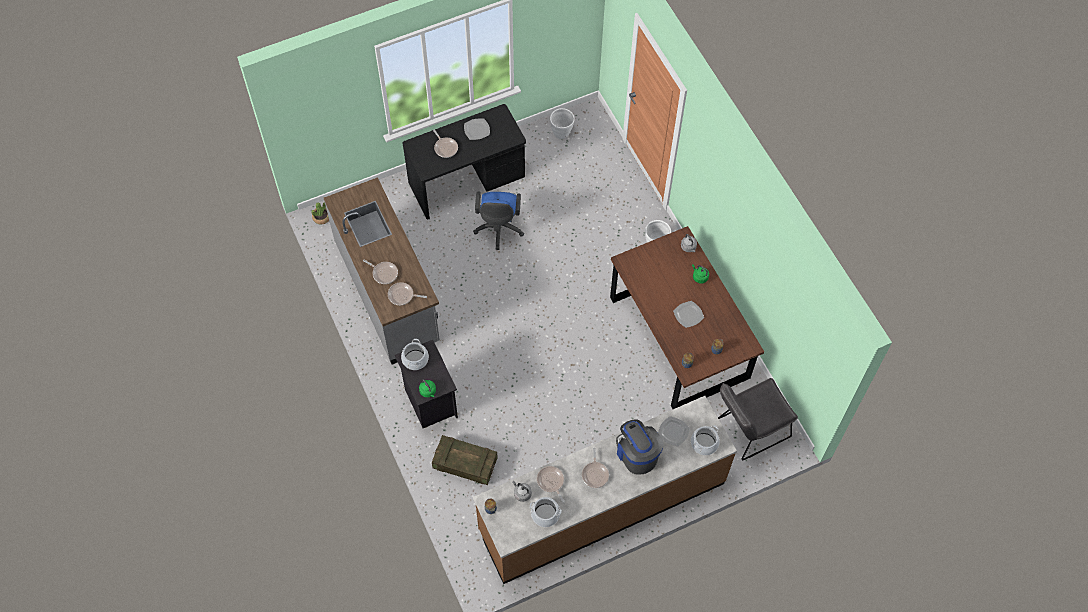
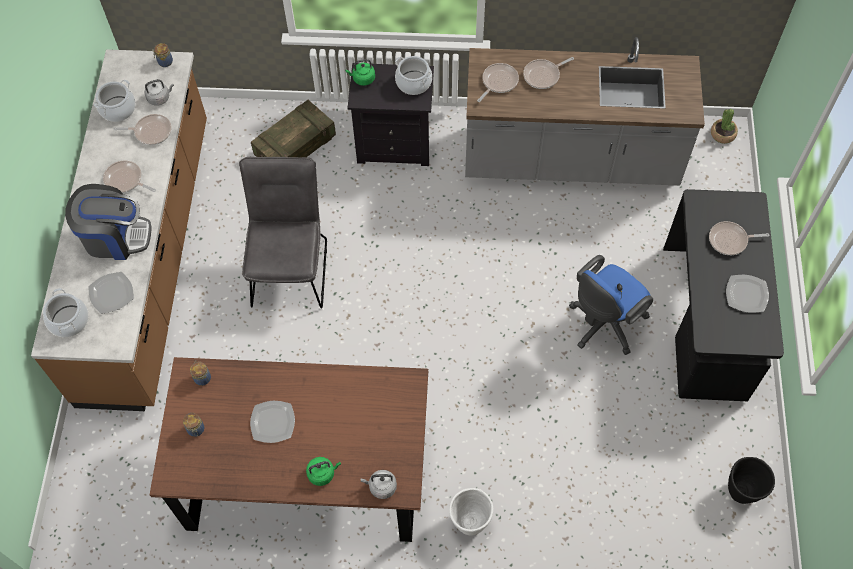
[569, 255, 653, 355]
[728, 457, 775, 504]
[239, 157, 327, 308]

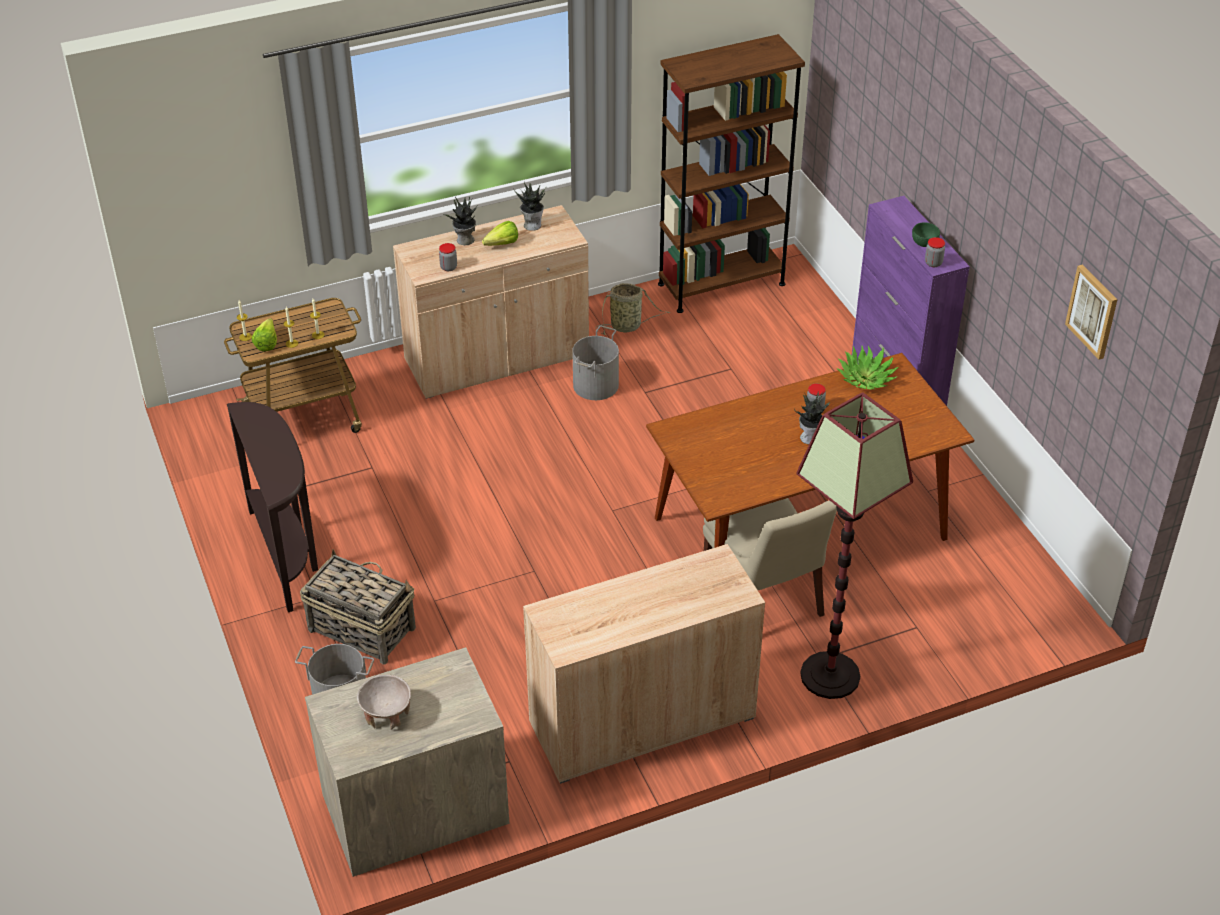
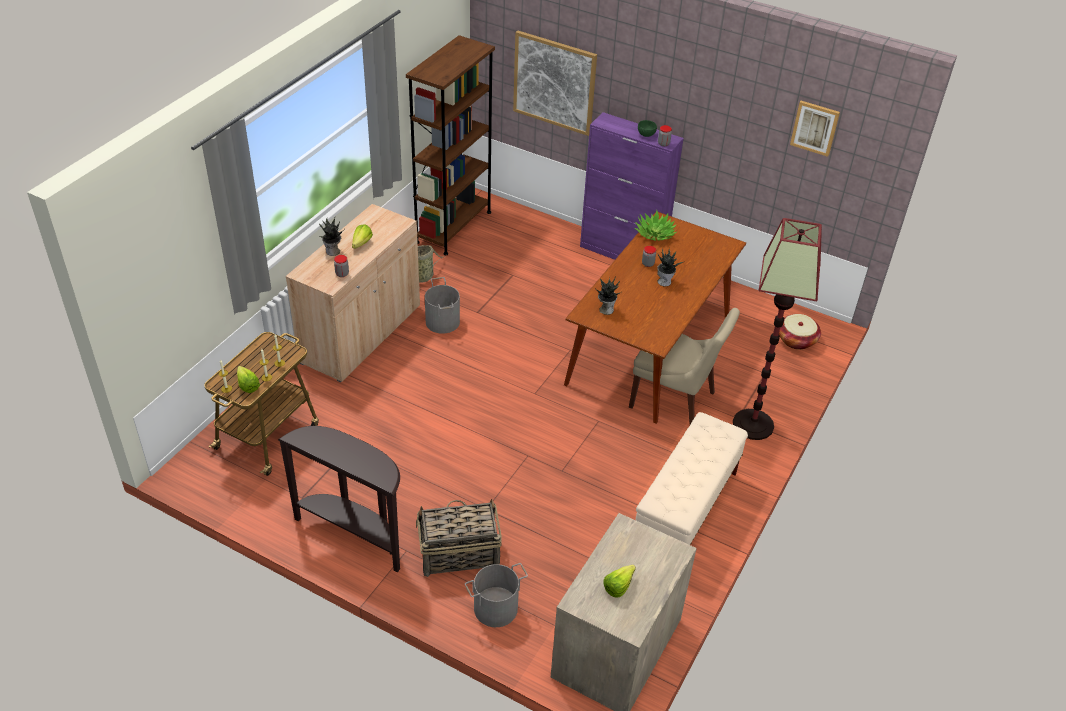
[603, 565, 636, 598]
[596, 276, 622, 315]
[636, 412, 748, 545]
[513, 30, 597, 136]
[779, 314, 821, 350]

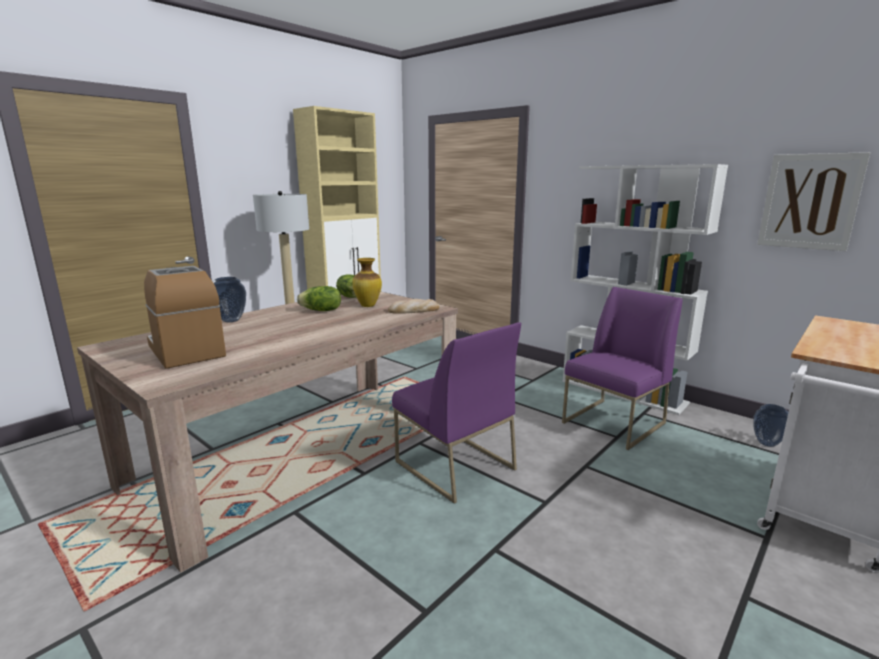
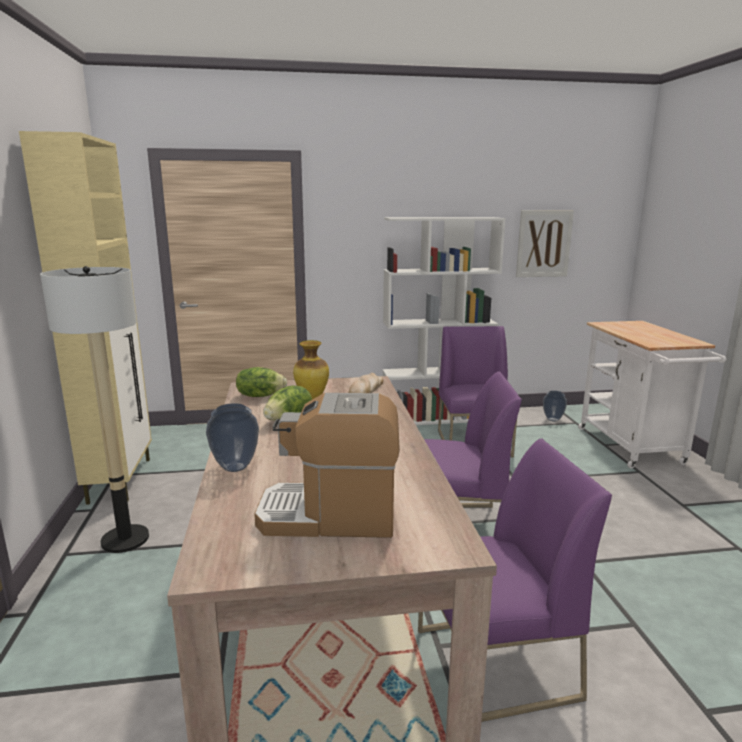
[418, 439, 612, 722]

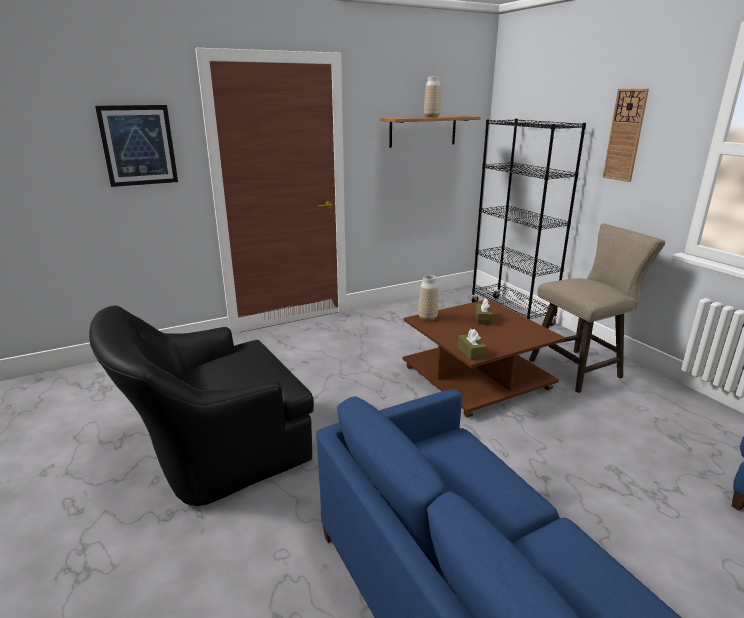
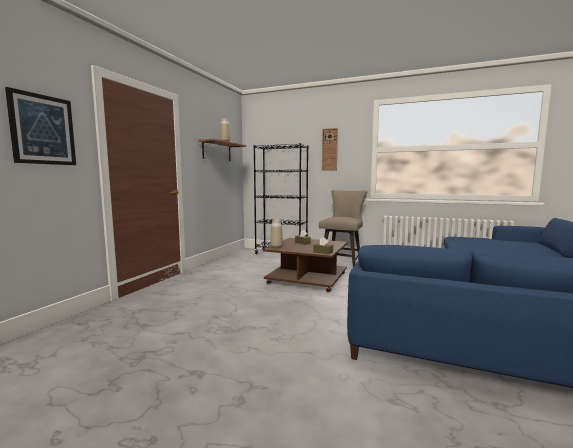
[89, 305, 314, 506] (first image)

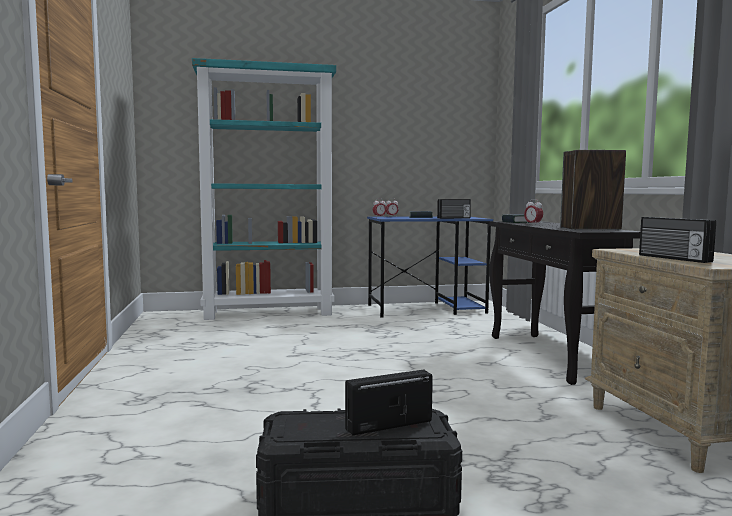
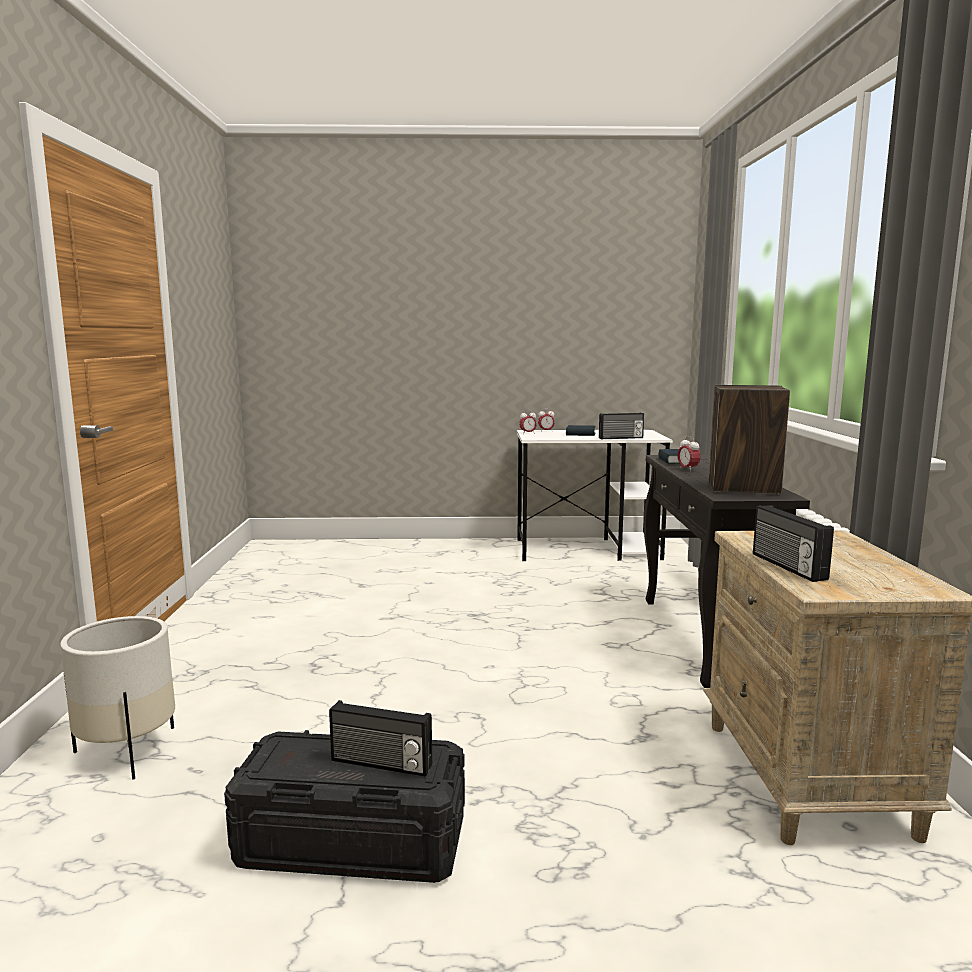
[192, 58, 336, 320] (first image)
[329, 700, 432, 777]
[516, 430, 673, 561]
[60, 616, 175, 780]

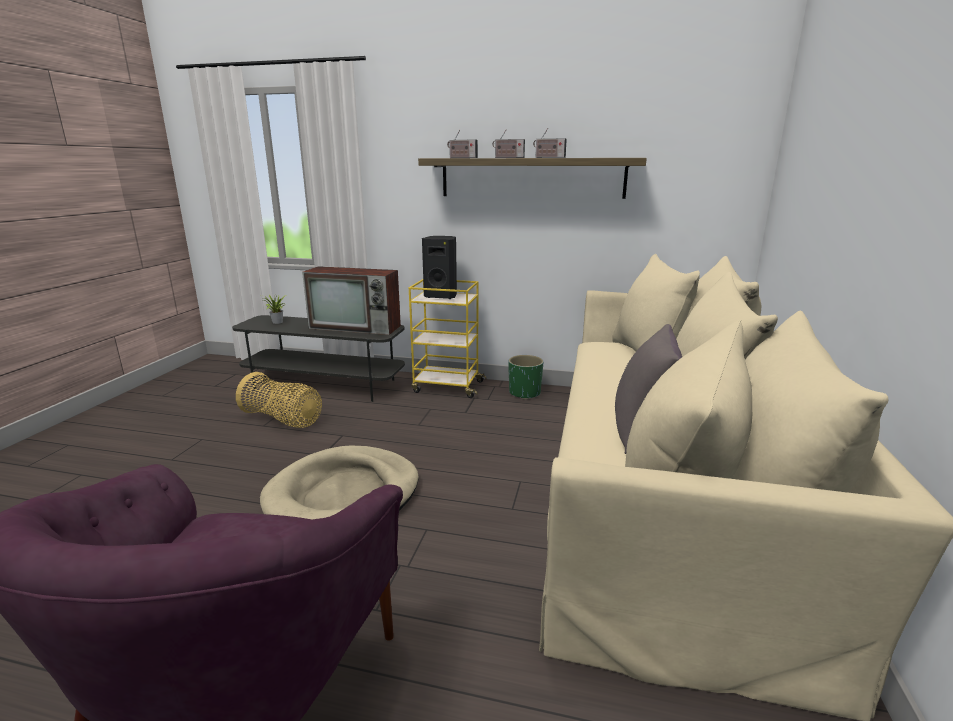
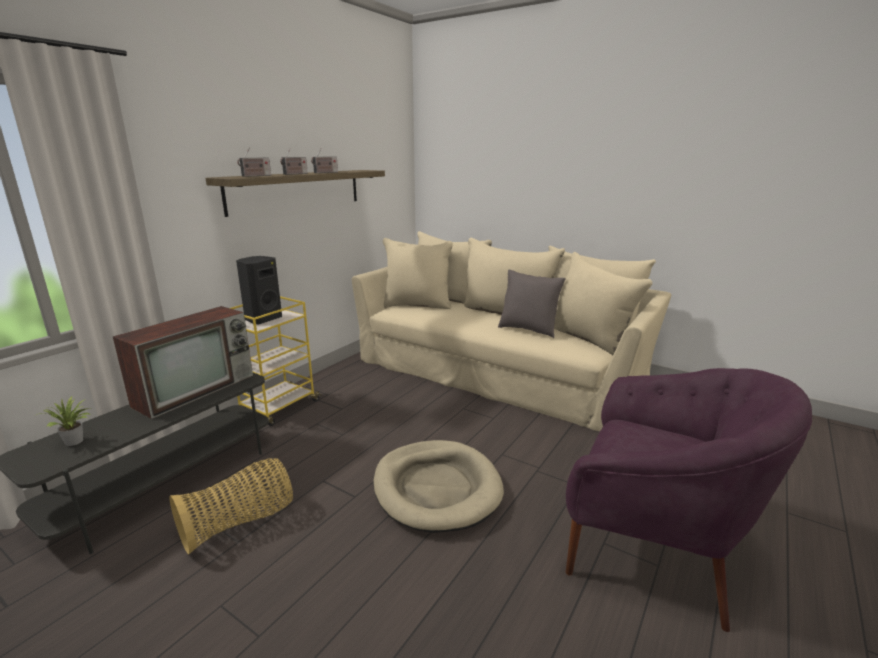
[509, 355, 543, 400] (first image)

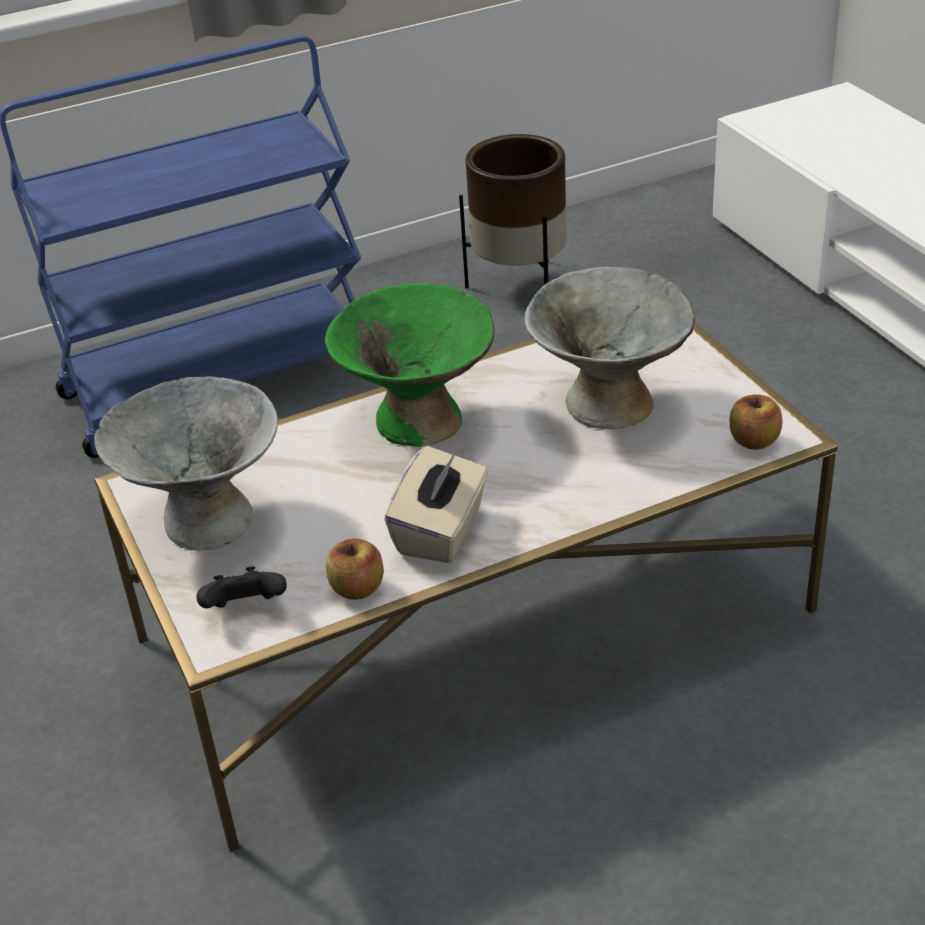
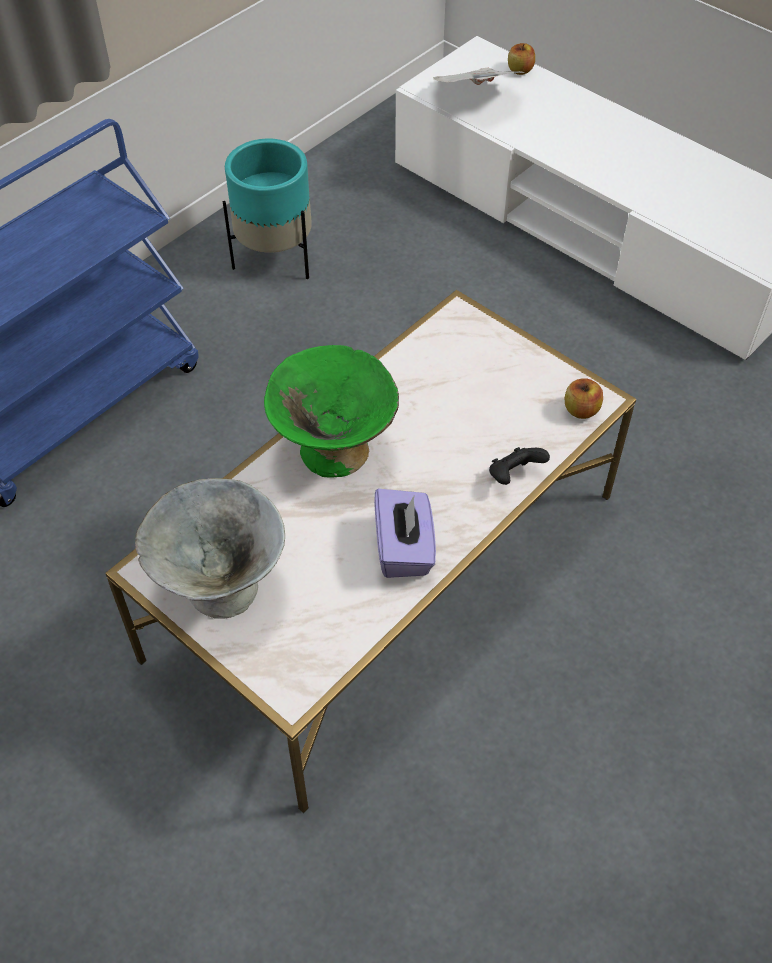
[489, 447, 550, 485]
[508, 43, 535, 75]
[374, 489, 436, 578]
[223, 139, 312, 279]
[524, 267, 695, 429] (first image)
[433, 68, 525, 85]

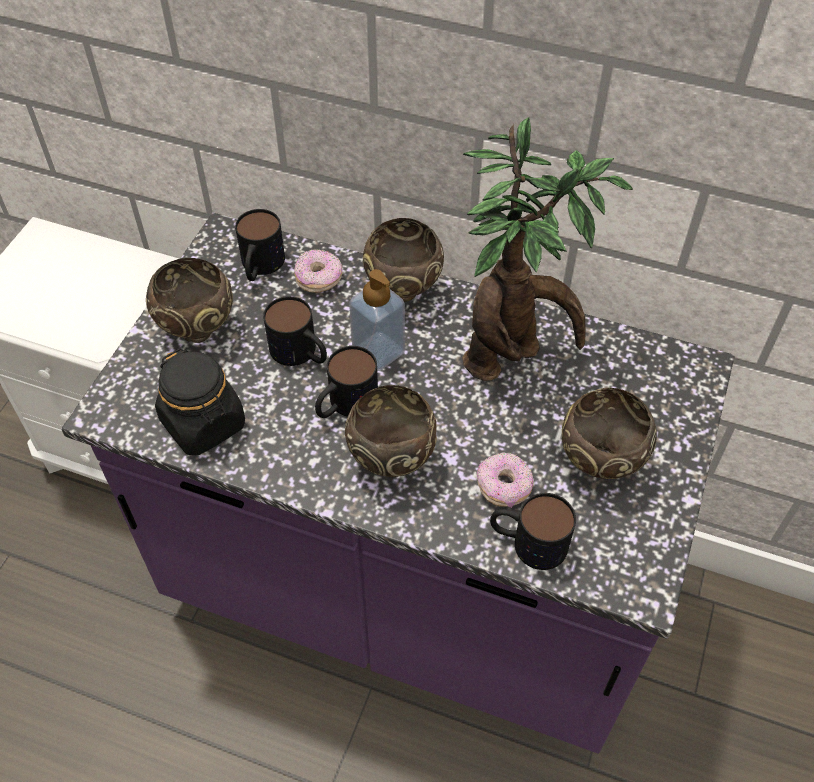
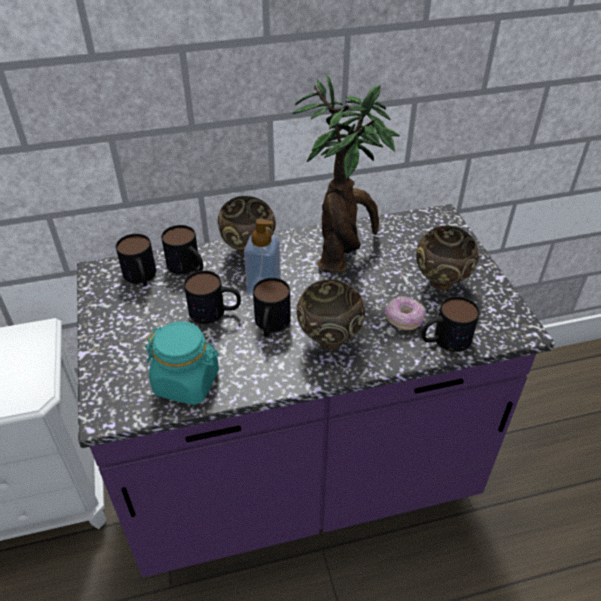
[146, 258, 233, 343] (first image)
[145, 321, 219, 405]
[161, 225, 203, 274]

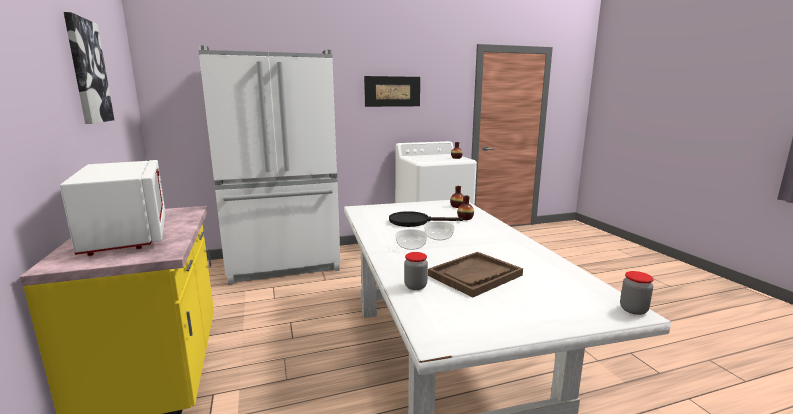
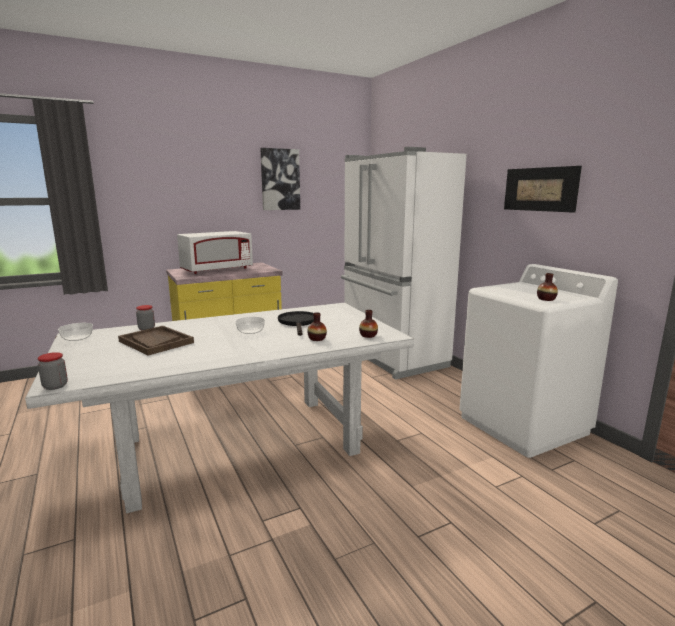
[58, 323, 93, 341]

